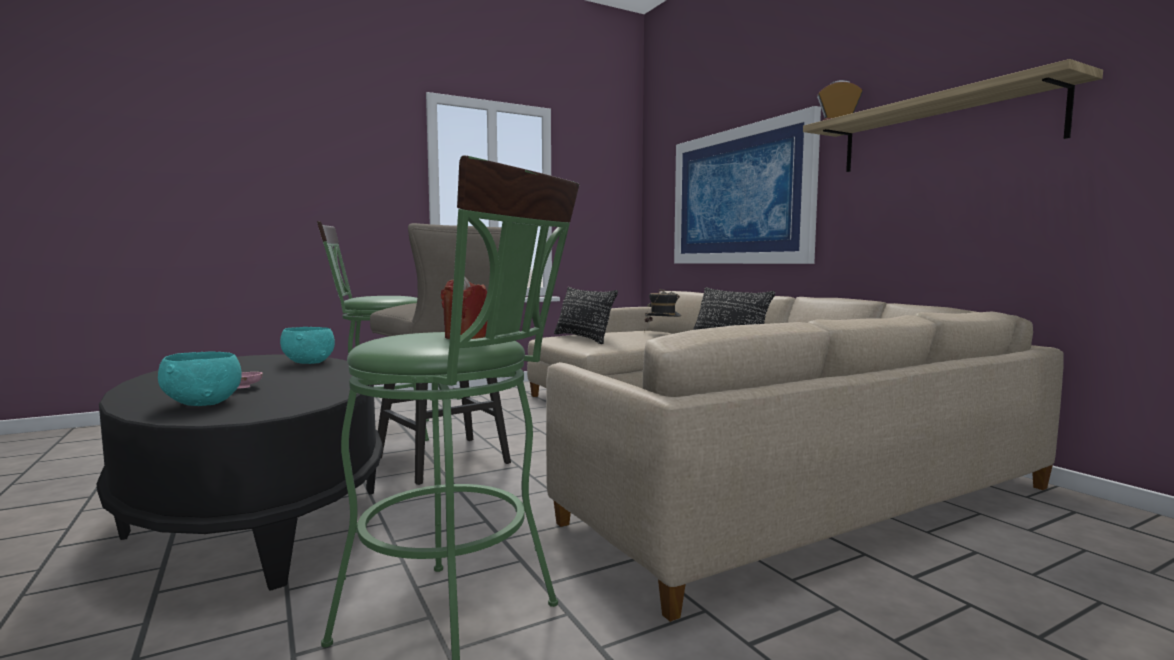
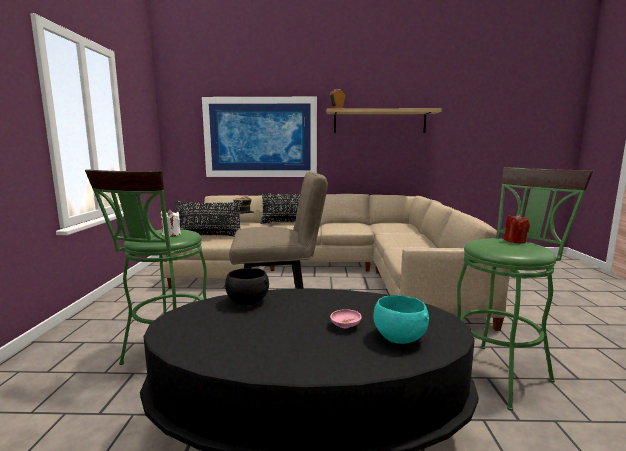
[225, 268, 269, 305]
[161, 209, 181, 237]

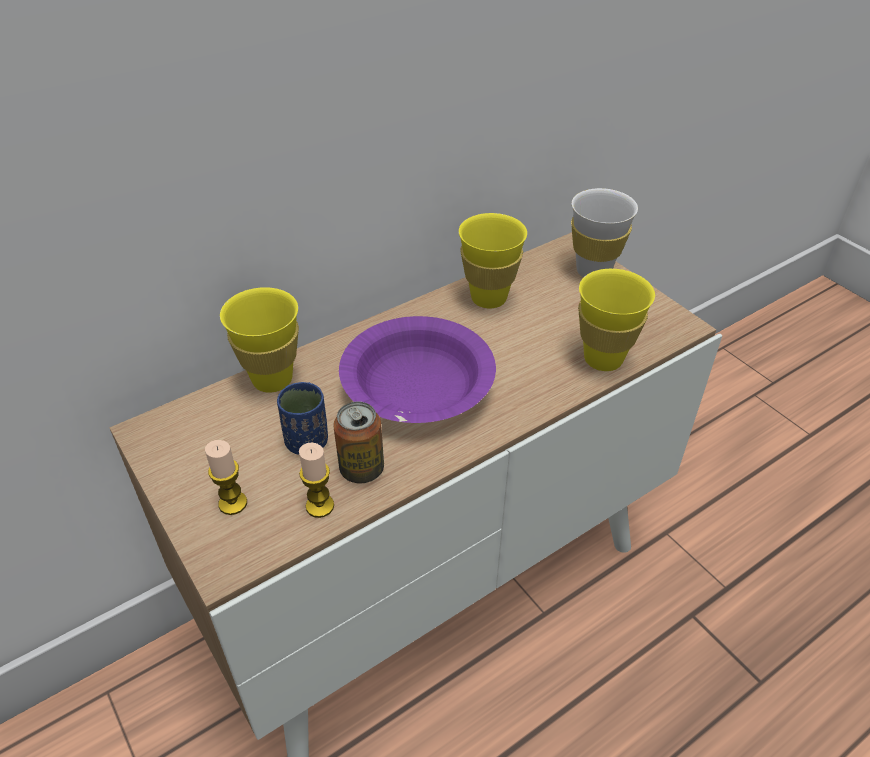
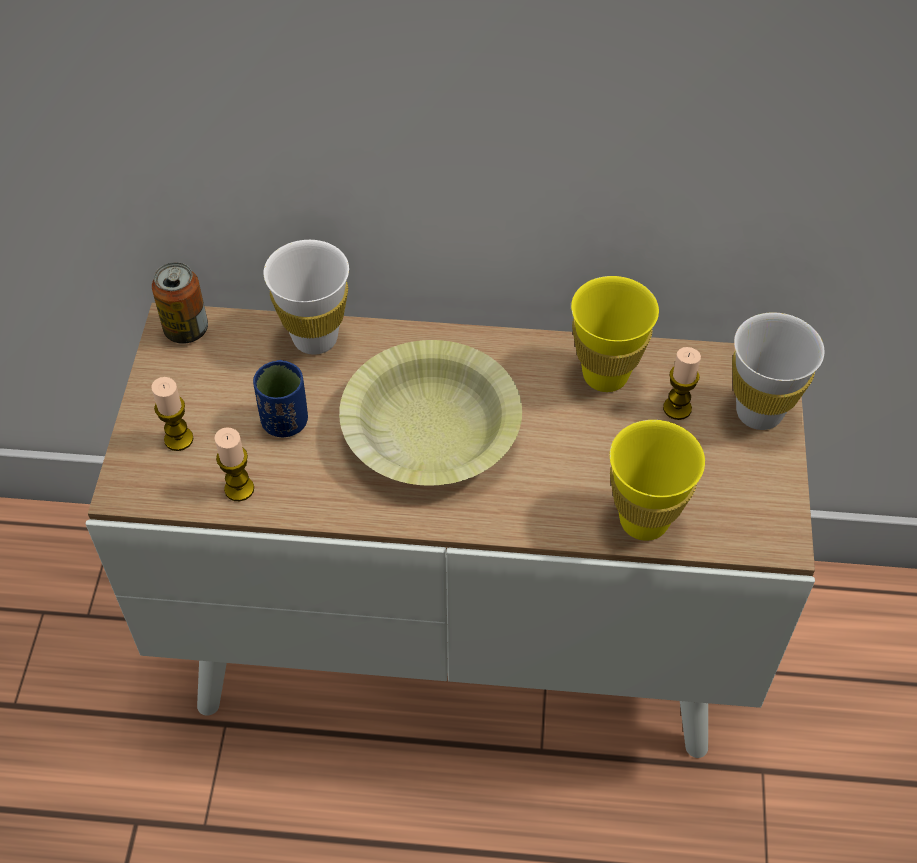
[264, 240, 349, 355]
[152, 263, 208, 344]
[339, 340, 522, 486]
[663, 347, 701, 420]

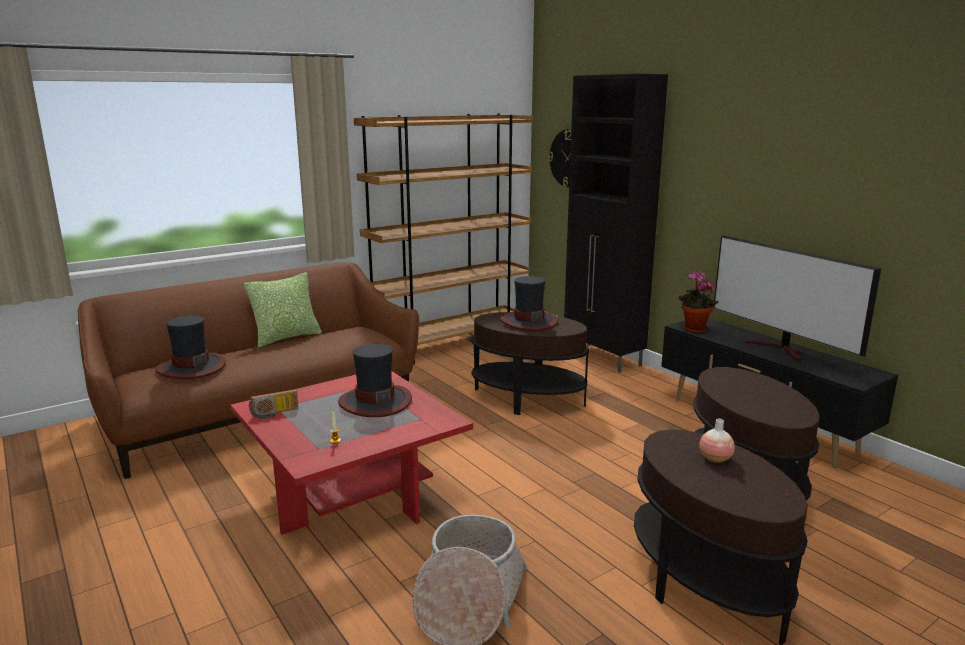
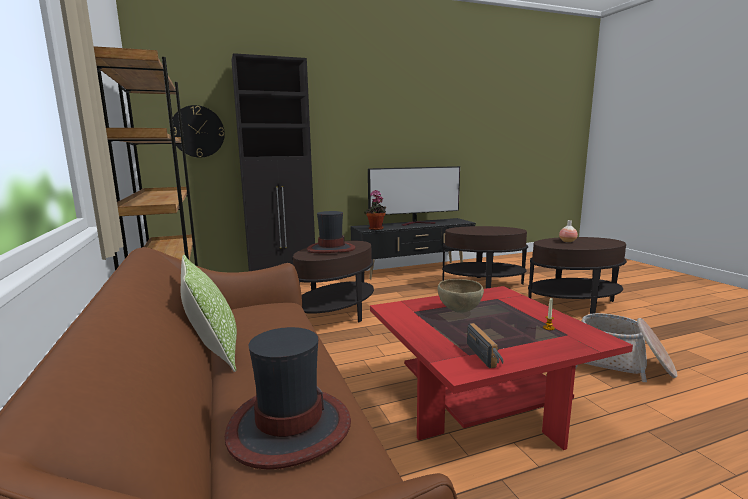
[437, 279, 484, 313]

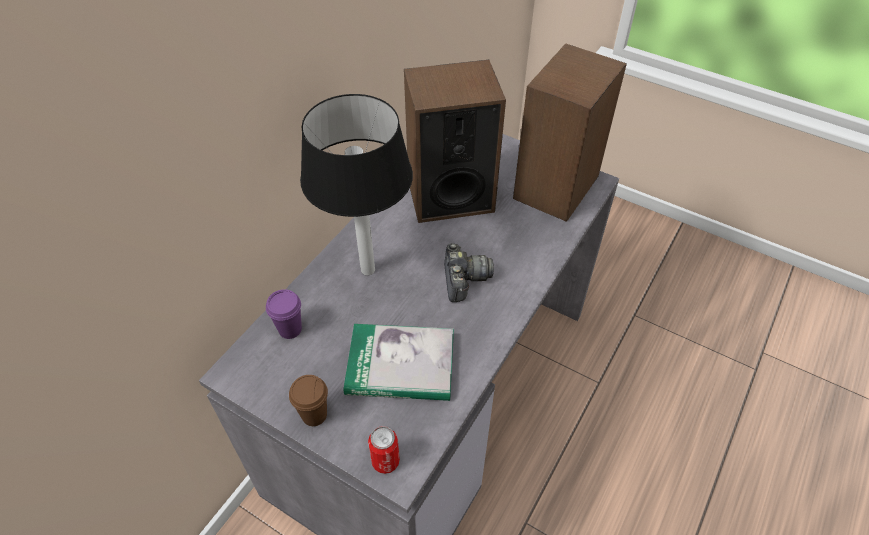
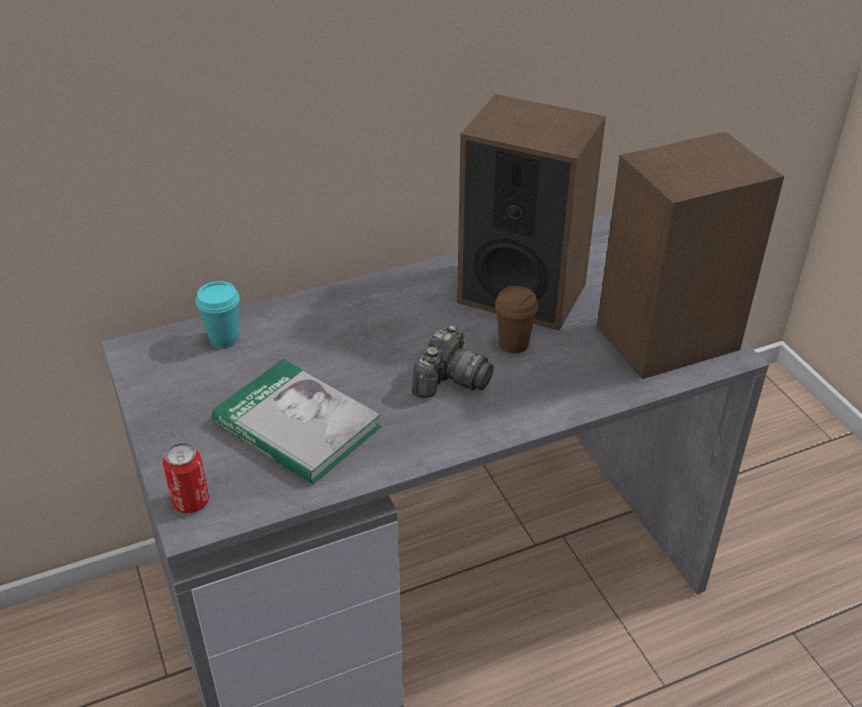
[196, 281, 240, 348]
[495, 286, 539, 353]
[300, 94, 413, 276] (first image)

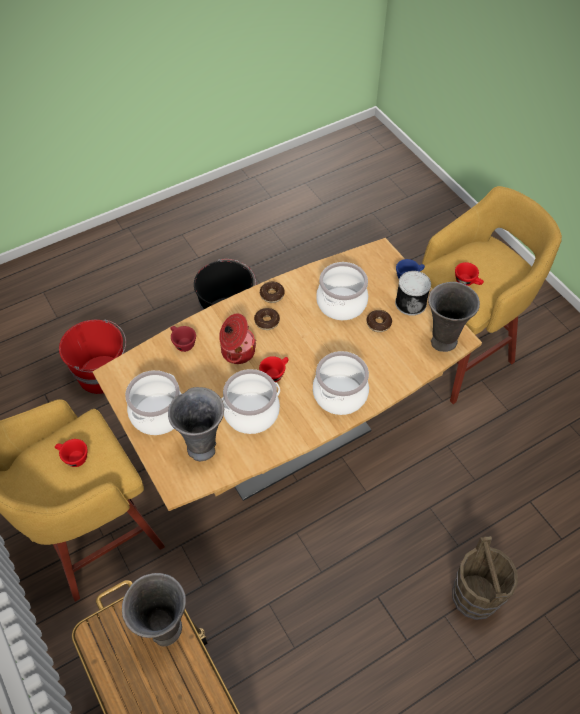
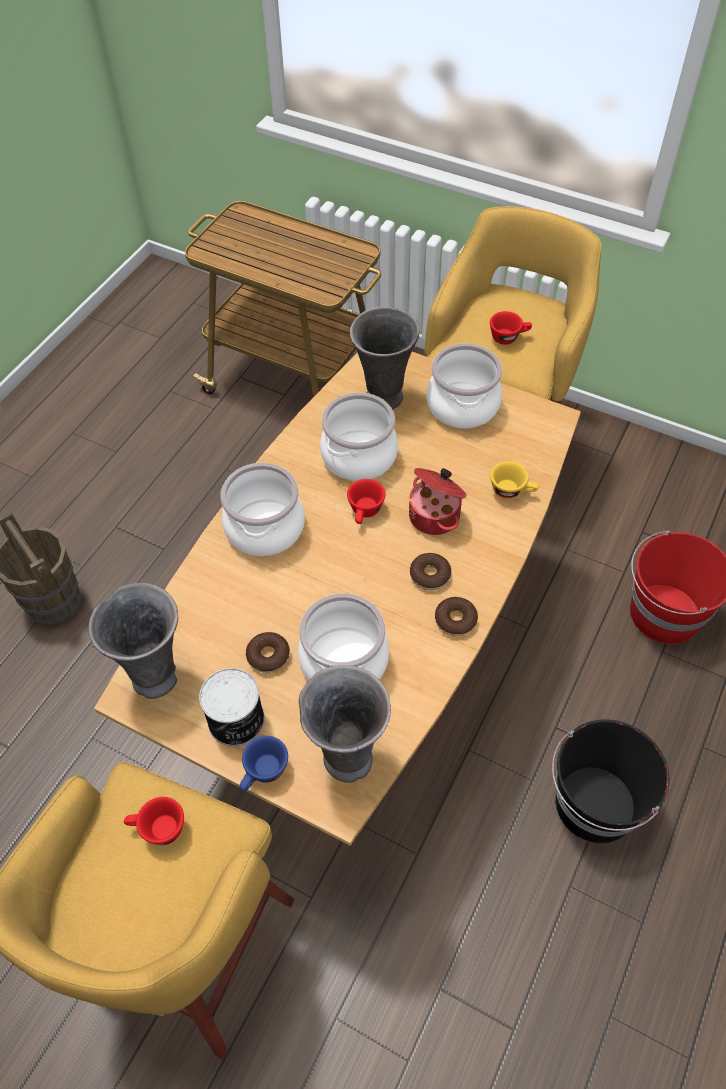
[299, 665, 391, 783]
[490, 461, 539, 499]

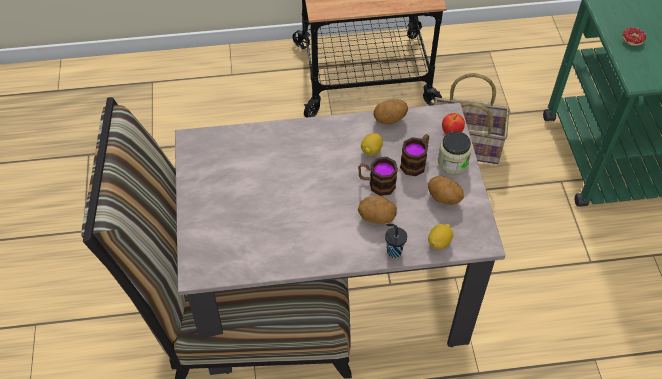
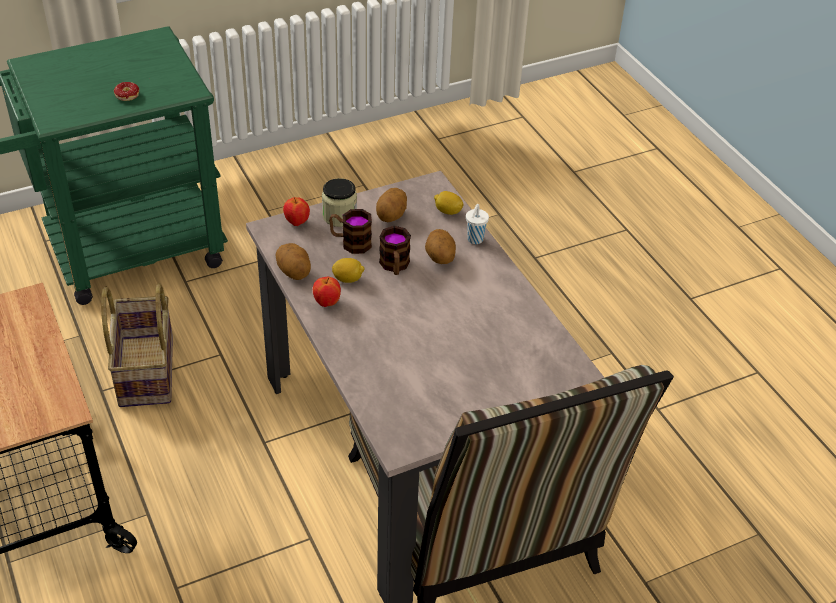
[466, 204, 489, 244]
[313, 277, 341, 307]

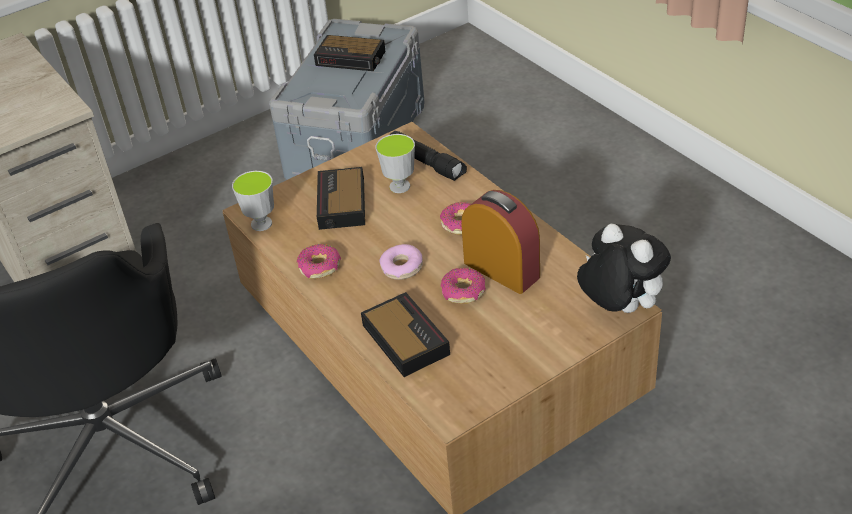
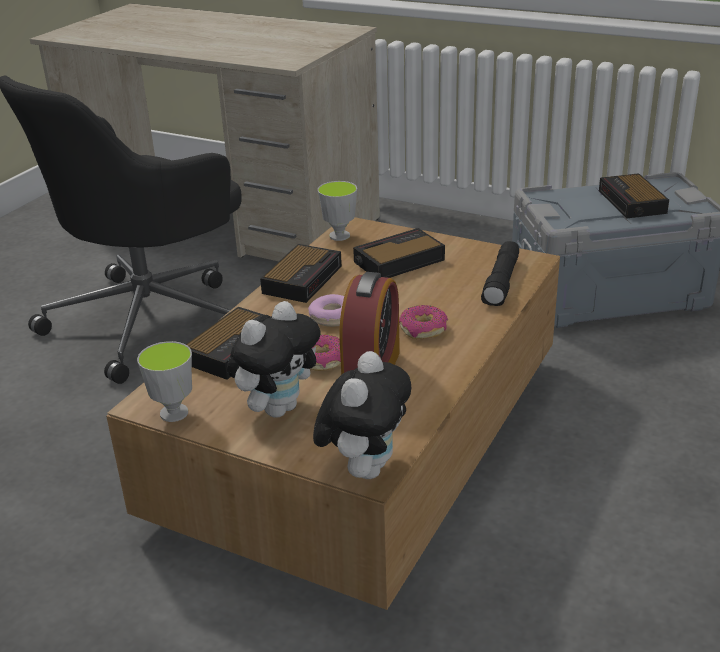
[260, 244, 342, 303]
[137, 341, 192, 422]
[227, 301, 320, 418]

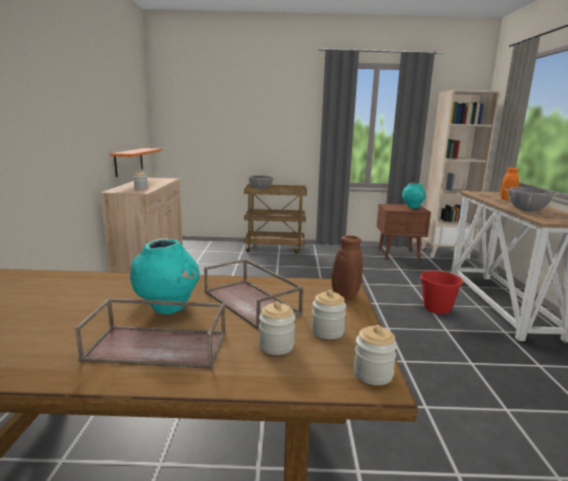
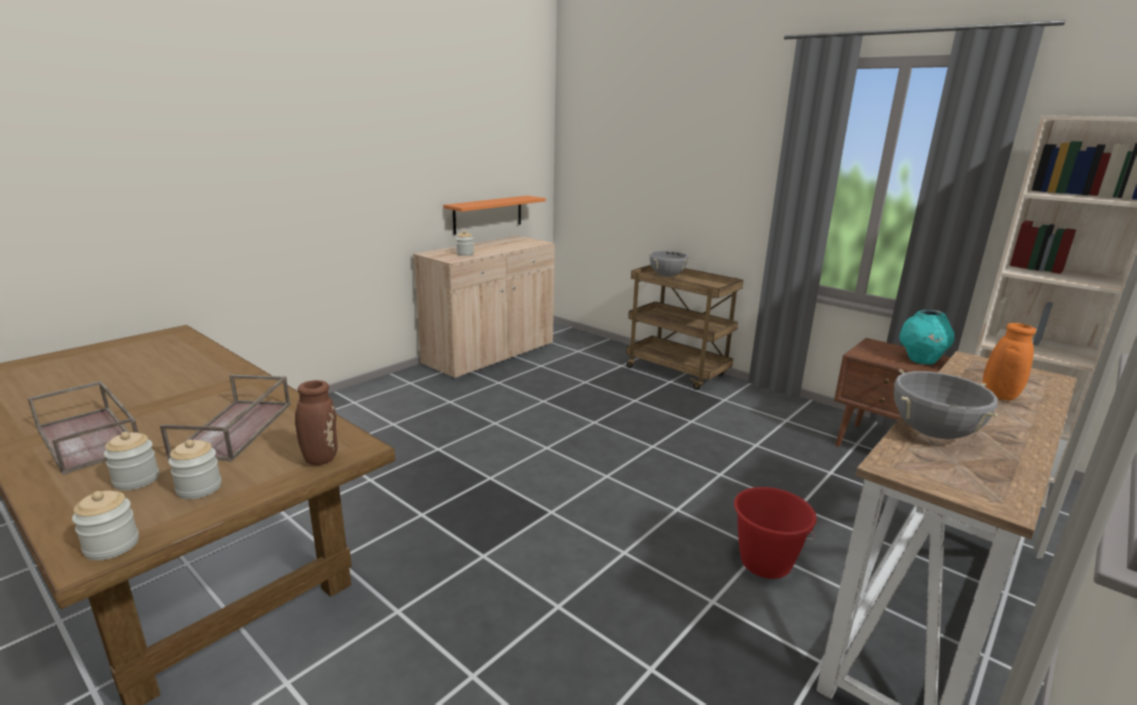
[130, 238, 200, 314] (first image)

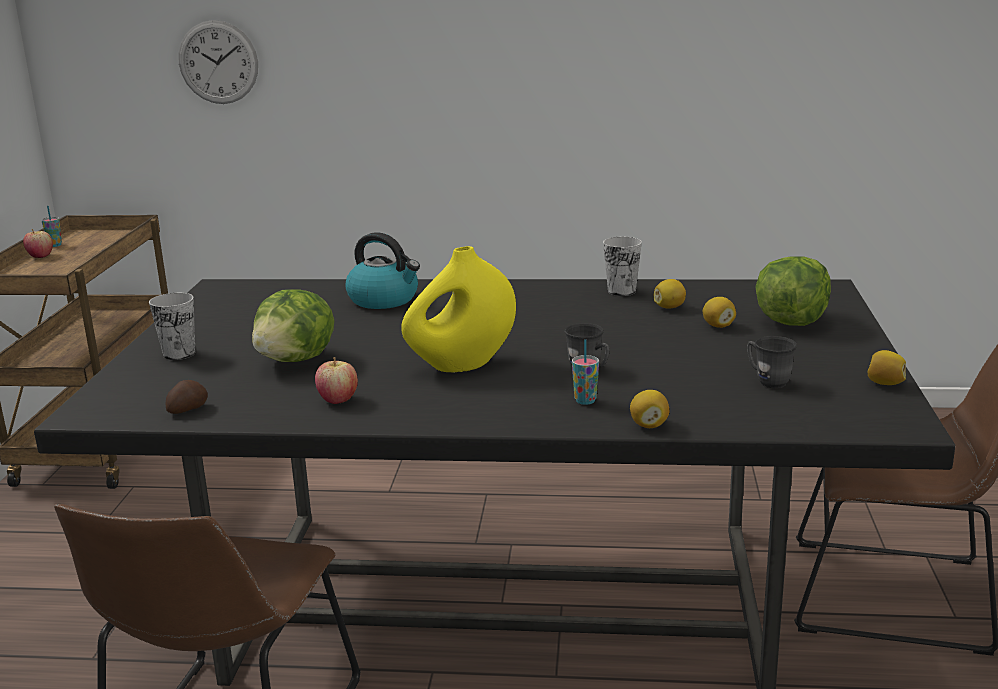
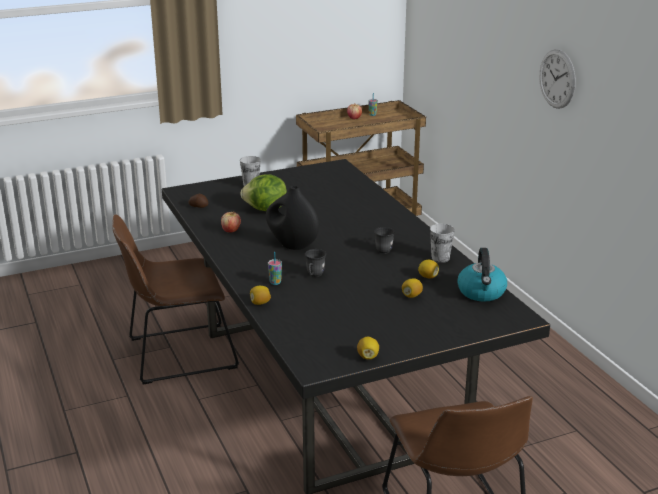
[539, 49, 576, 109]
[457, 248, 507, 302]
[266, 186, 319, 250]
[374, 227, 395, 254]
[755, 256, 831, 326] (first image)

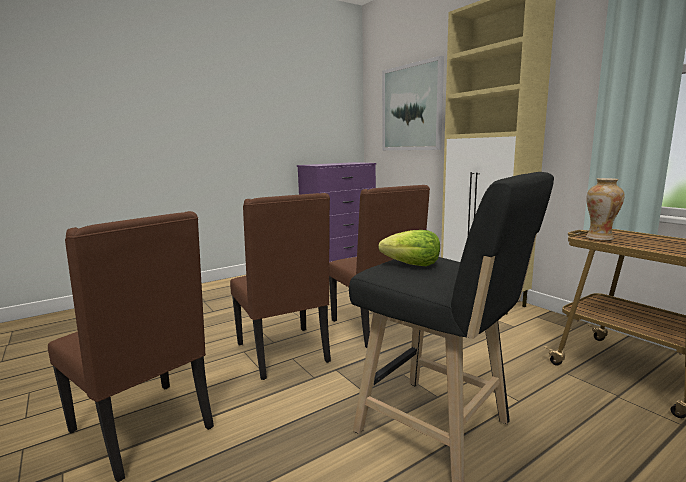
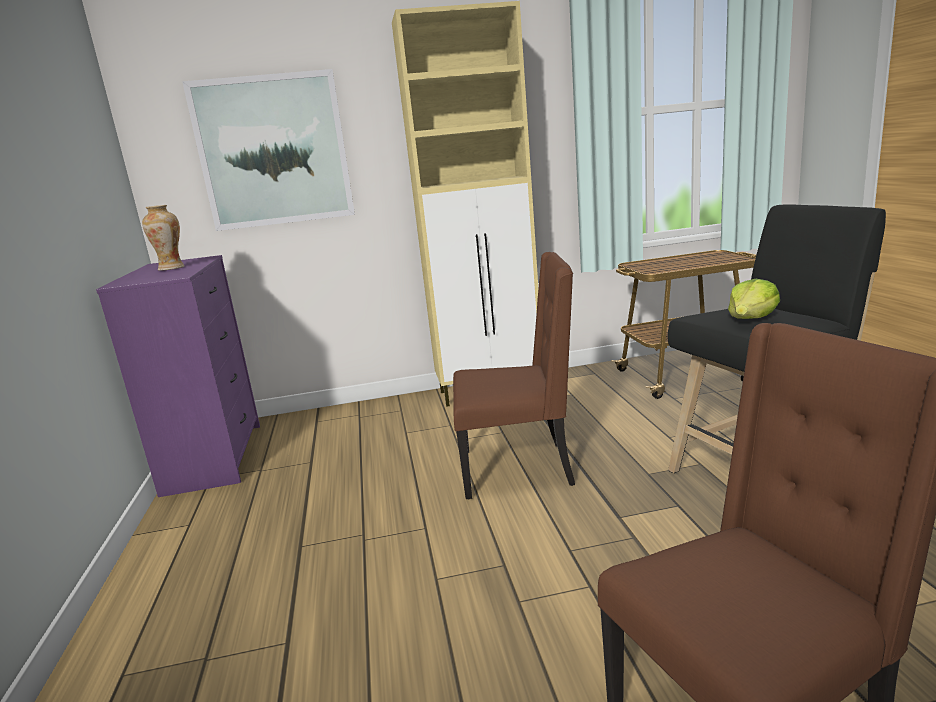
[230, 193, 331, 380] (first image)
[142, 205, 184, 271]

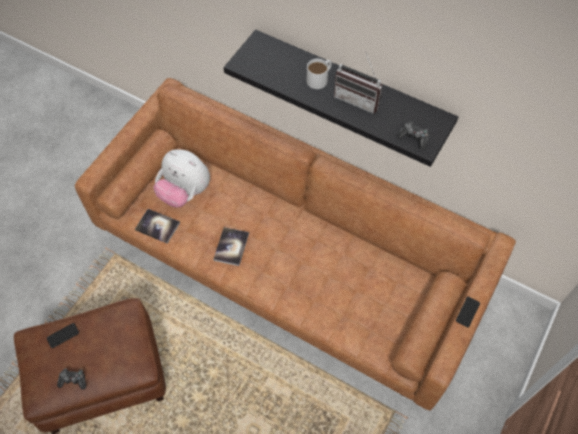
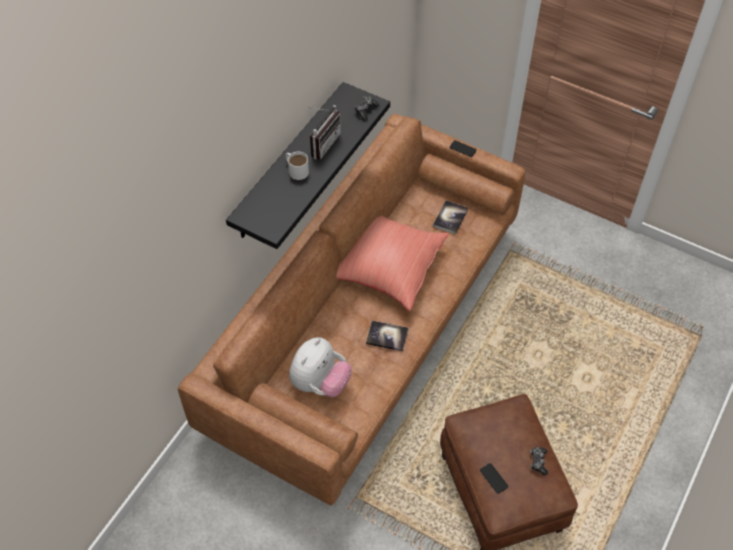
[433, 200, 468, 234]
[336, 216, 449, 310]

